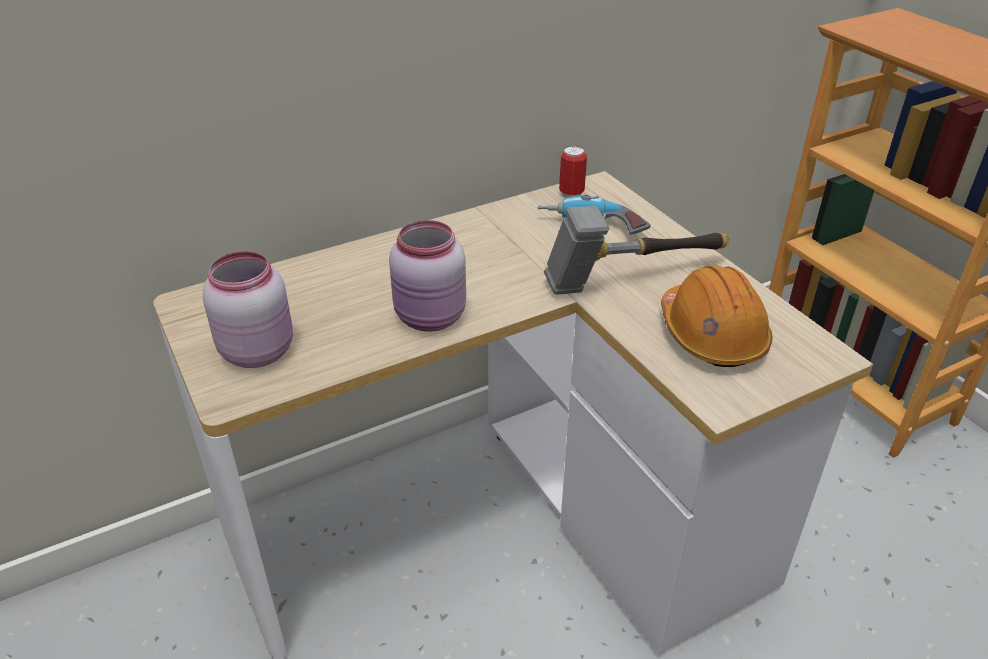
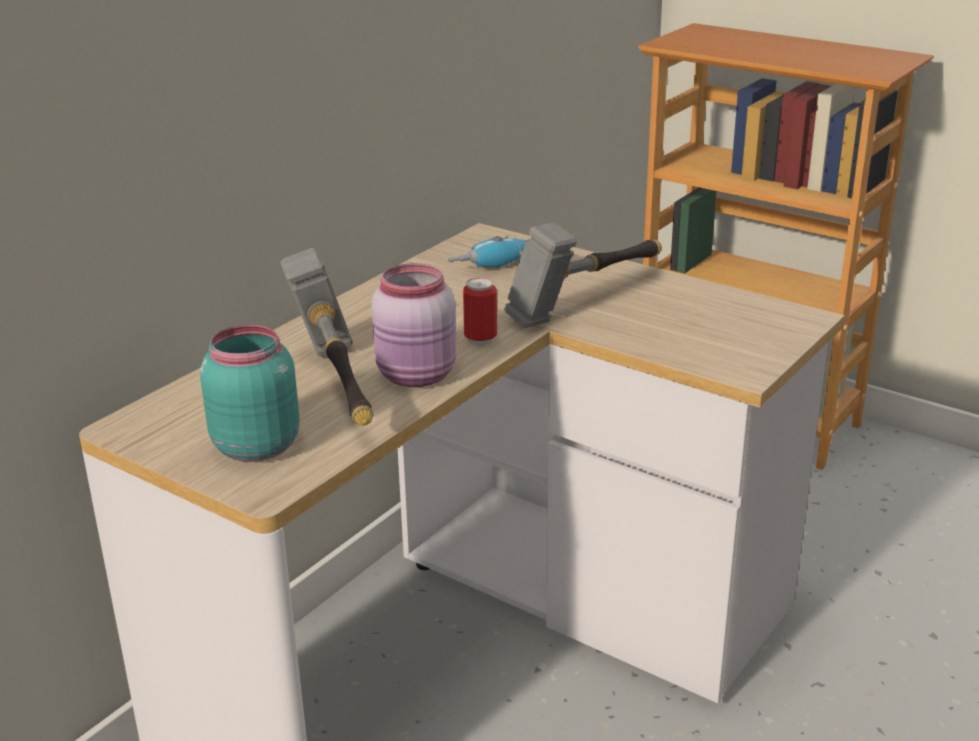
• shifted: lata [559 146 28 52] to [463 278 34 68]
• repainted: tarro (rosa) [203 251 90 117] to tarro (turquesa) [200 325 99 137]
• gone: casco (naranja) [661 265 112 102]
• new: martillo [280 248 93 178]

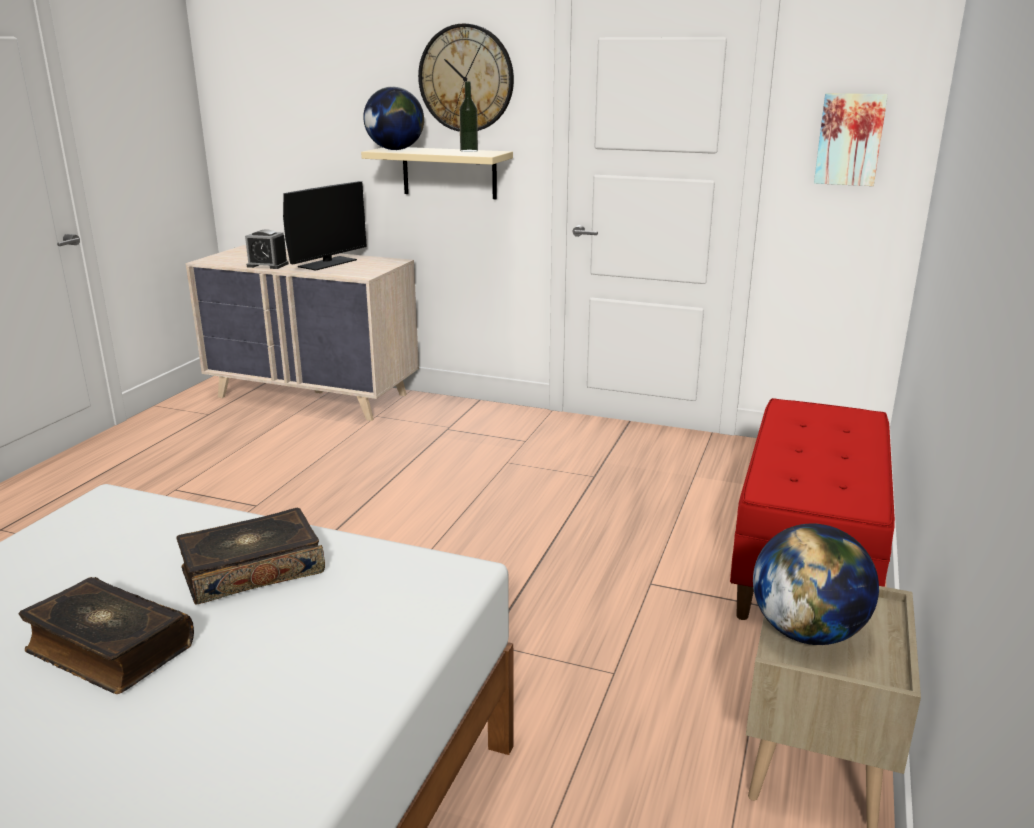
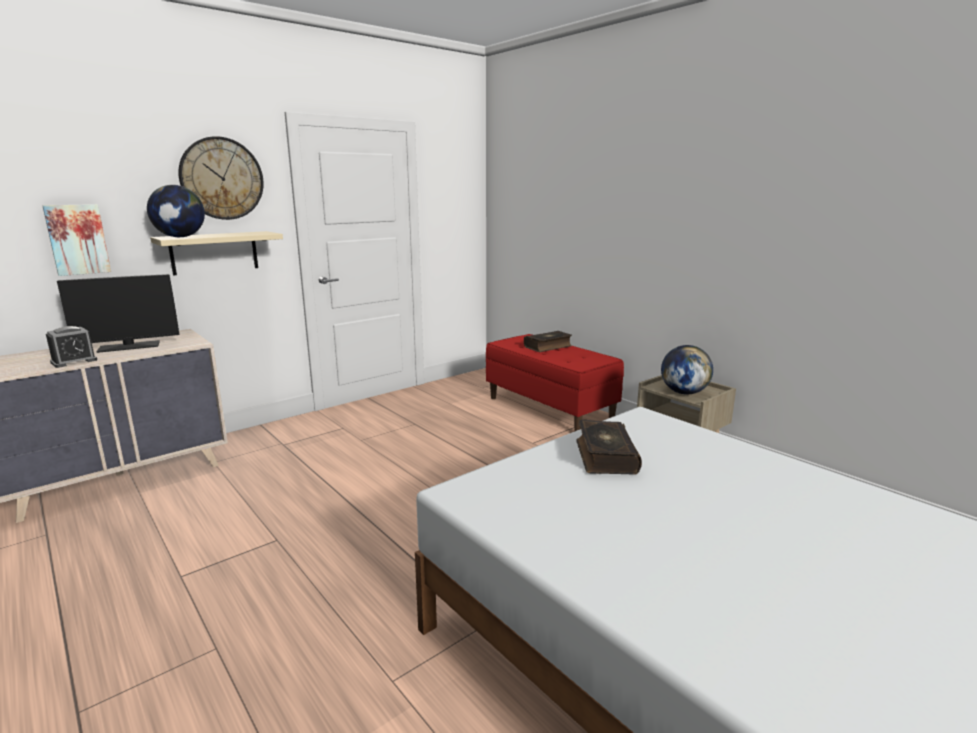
• gone: botella [459 81 19 71]
• shifted: cuadro [814 93 74 93] to [42 204 69 72]
• rotated: monitor [283 181 84 90] = [57 274 122 79] 90 degrees clockwise
• shifted: libro [18 577 176 117] to [524 331 48 21]

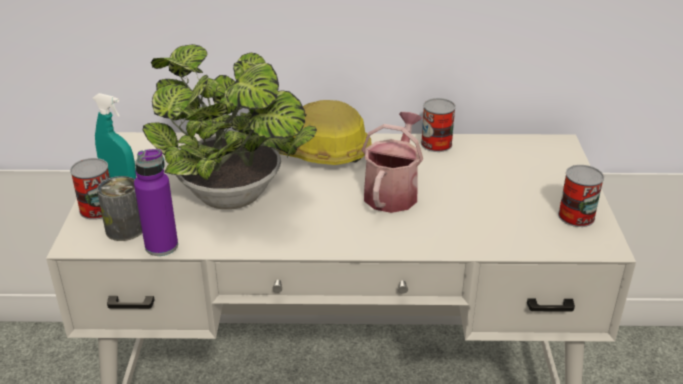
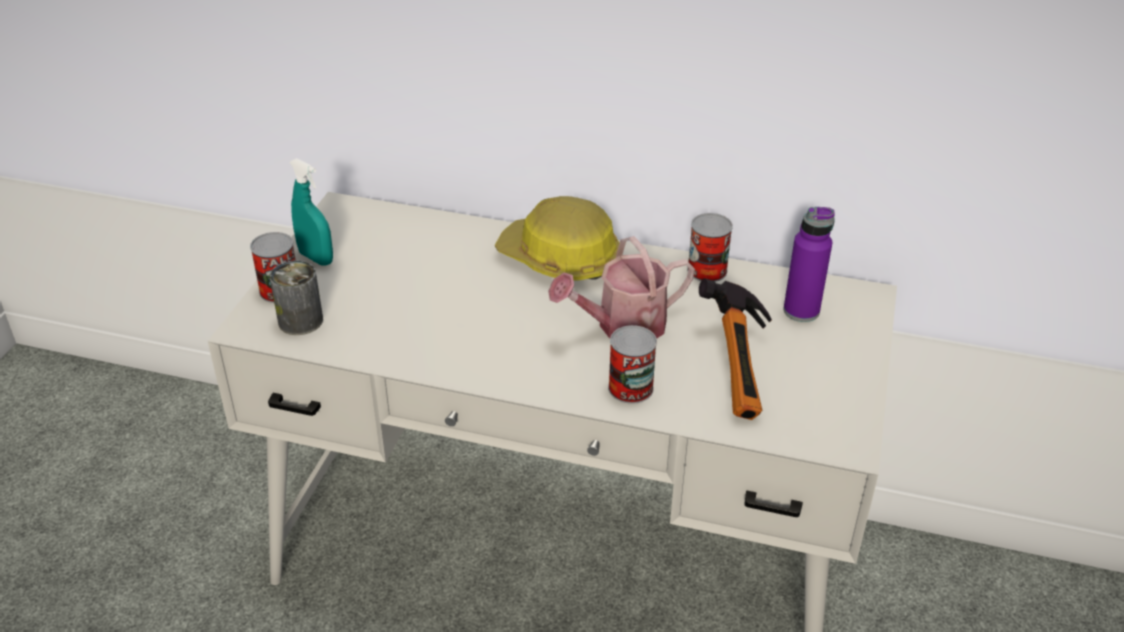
• gone: planta en maceta [143 44 174 166]
• rotated: regadera [362 112 61 101] = [548 236 147 102] 150 degrees counterclockwise
• shifted: botella (morado) [134 149 44 107] to [783 207 52 115]
• shifted: lata [558 165 46 62] to [608 325 49 79]
• new: martillo [699 278 73 142]

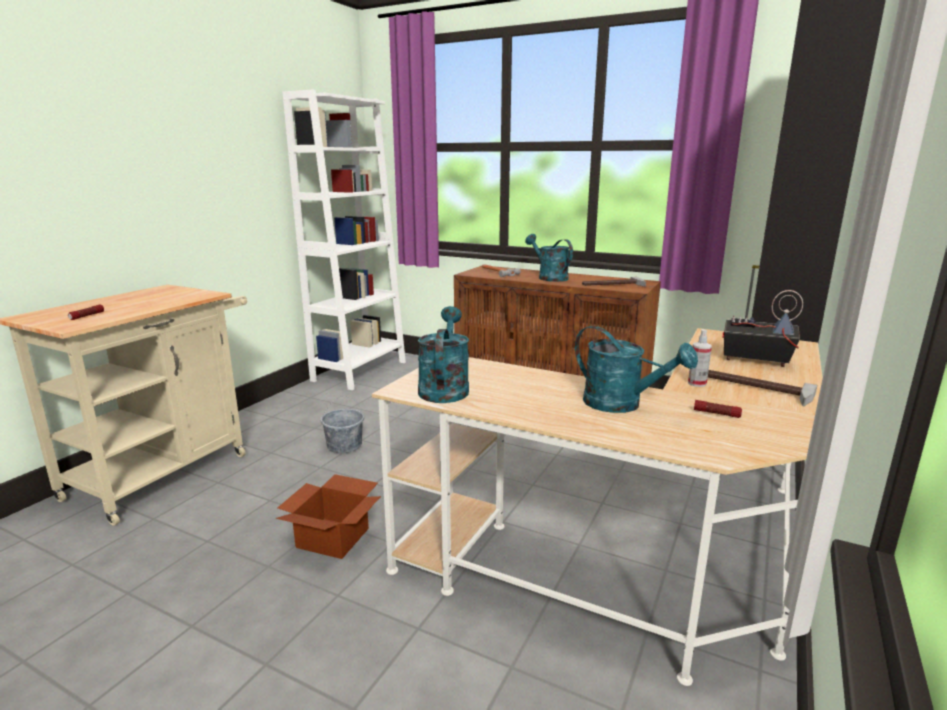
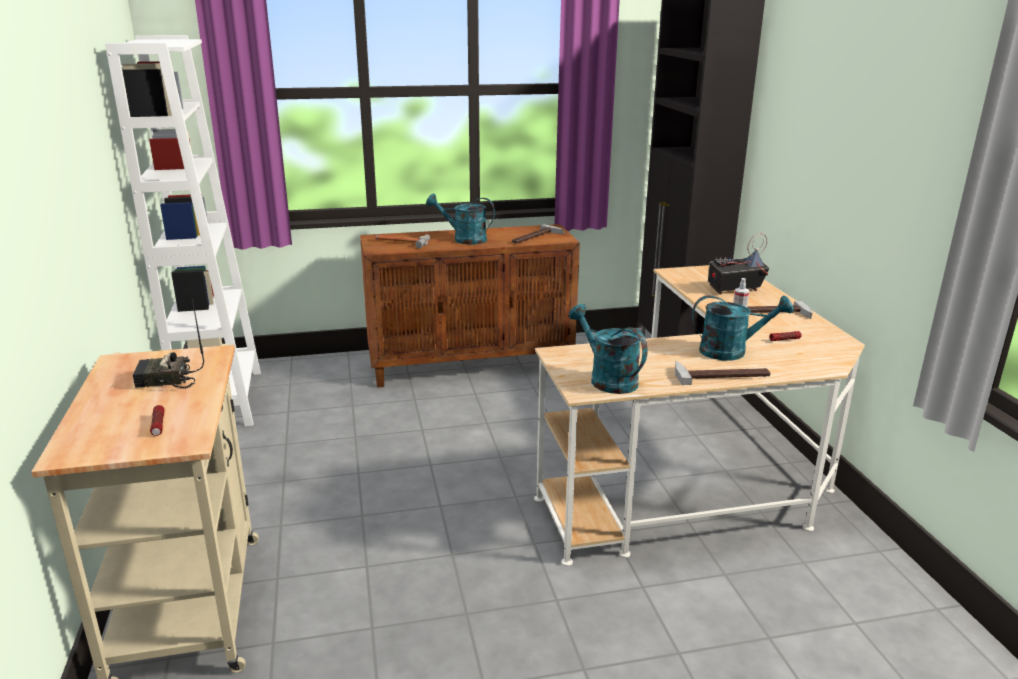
• gone: cubo (gris) [320 396 44 57]
• gone: caja de cartón [275 474 106 85]
• new: radio [133 299 71 90]
• new: martillo [675 361 96 24]

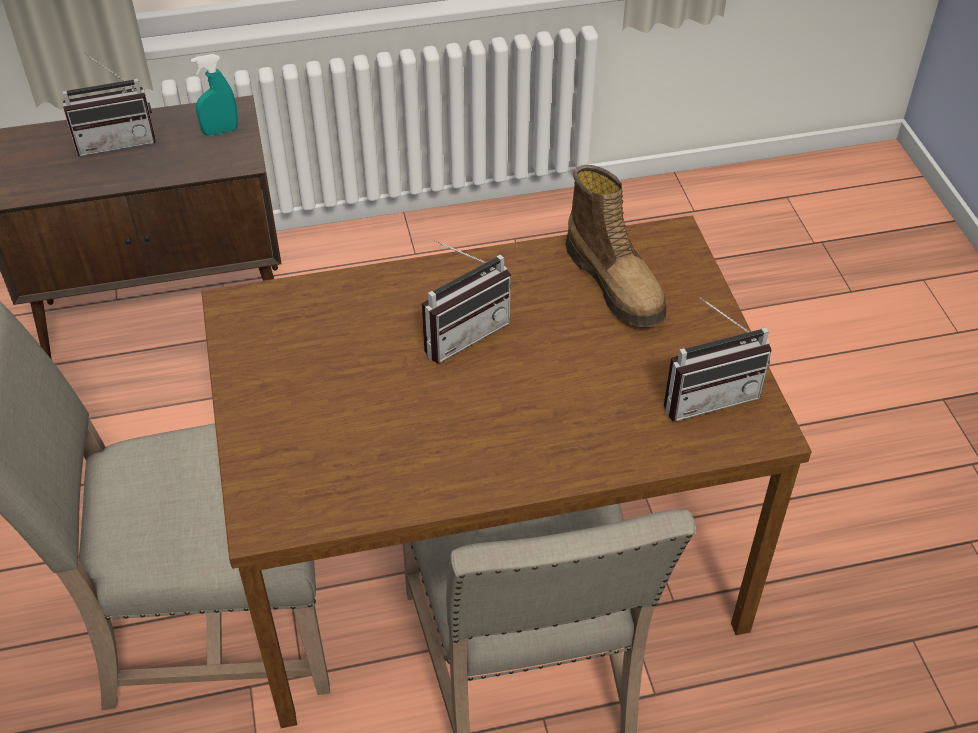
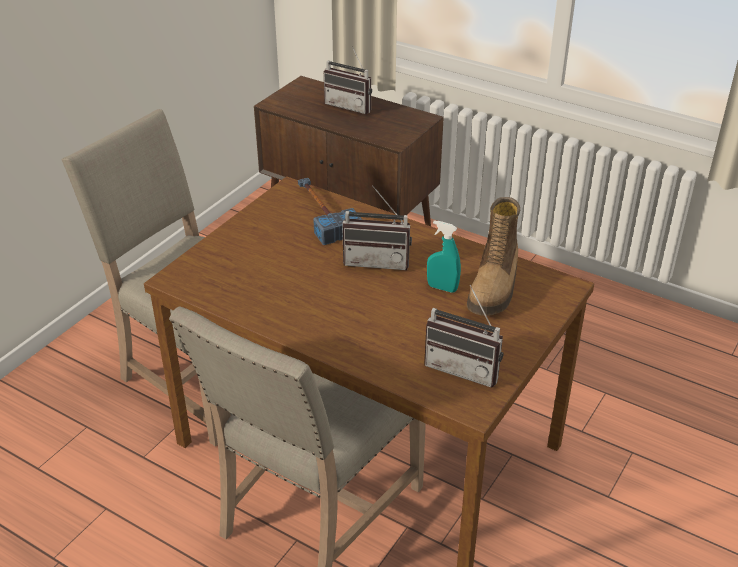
• shifted: pulverizador (turquesa) [191 54 47 82] to [427 220 34 73]
• new: martillo [298 178 64 67]

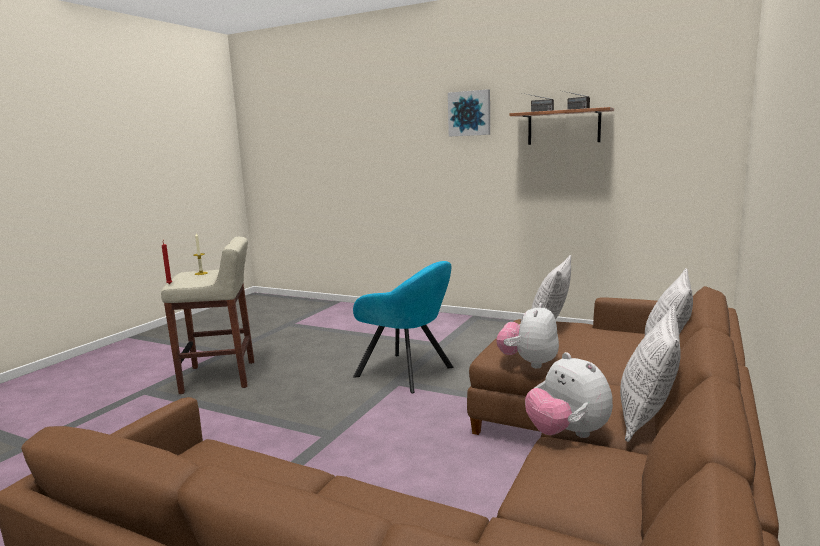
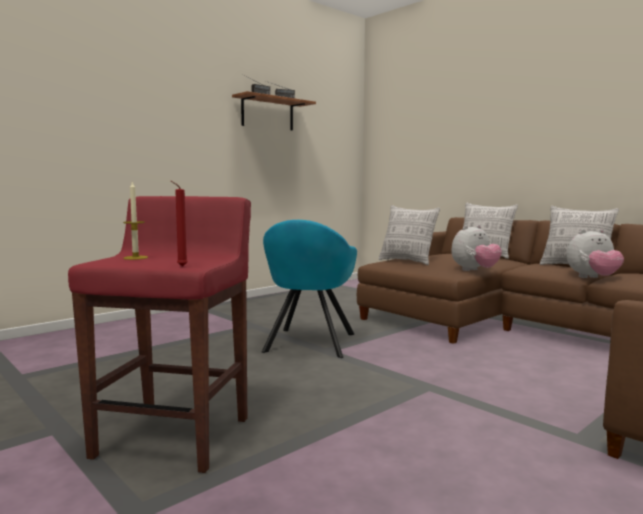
• gone: cuadro [448 89 42 47]
• repainted: taburete (beis) [161 237 94 157] to taburete (rojo) [68 196 183 277]
• rotated: sillón (turquesa) [353 261 101 132] = [262 220 95 138] 135 degrees clockwise
• rotated: peluche [497 303 62 65] = [451 225 51 46] 75 degrees counterclockwise

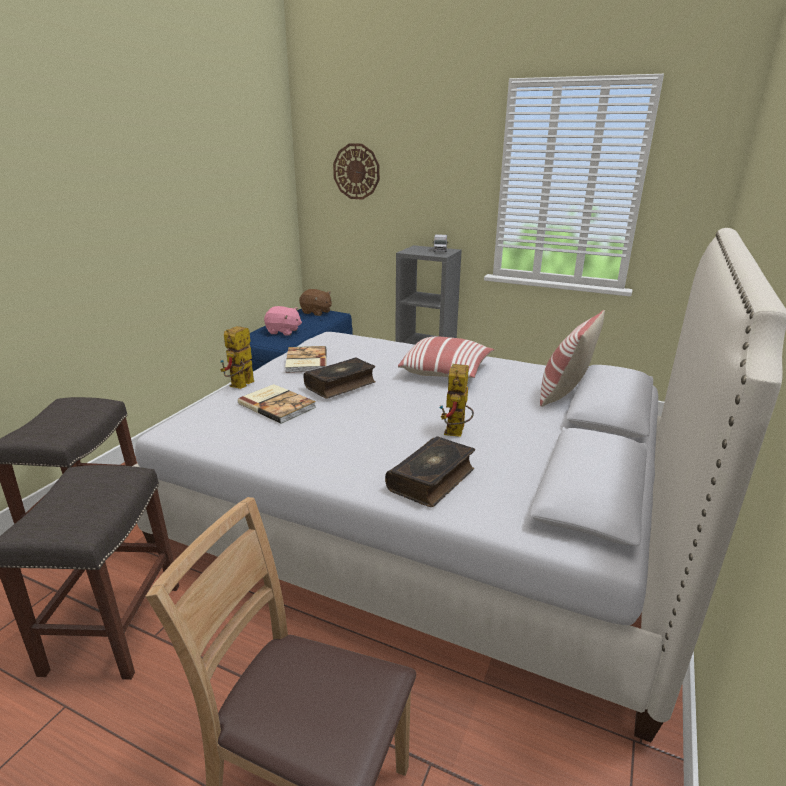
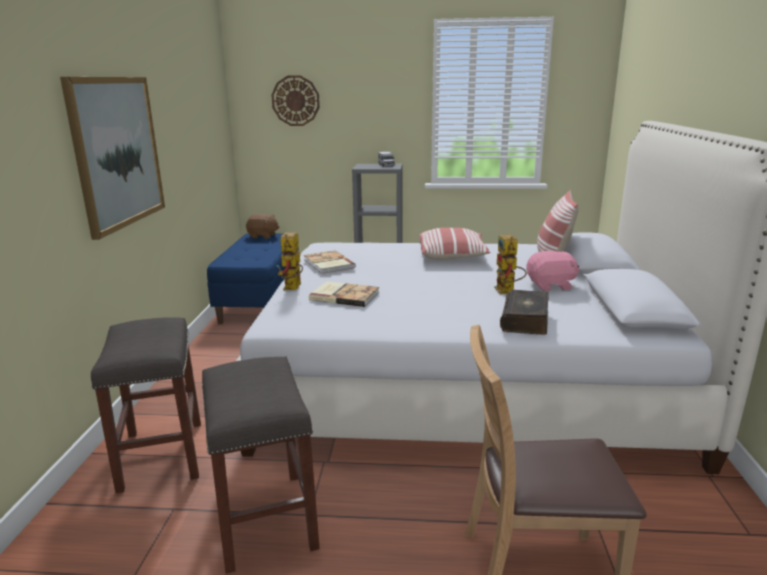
• shifted: peluche (rosa) [264 306 38 30] to [526 251 54 40]
• gone: libro [303 357 73 42]
• new: cuadro [60 77 105 163]

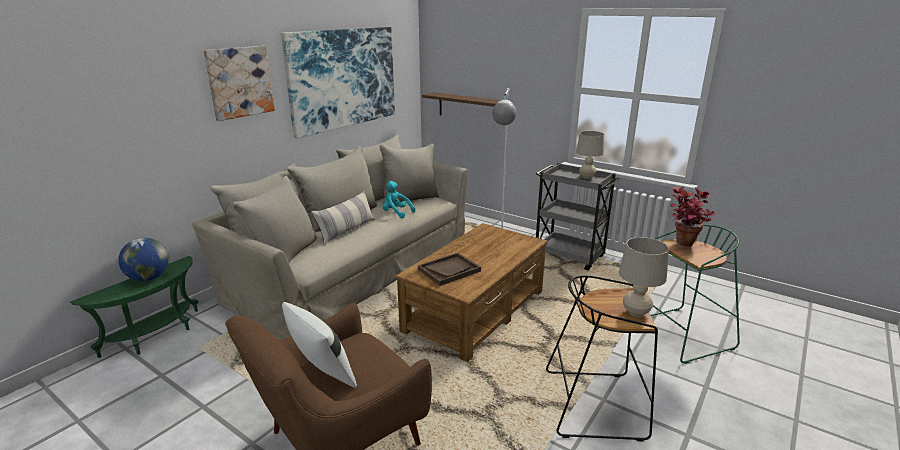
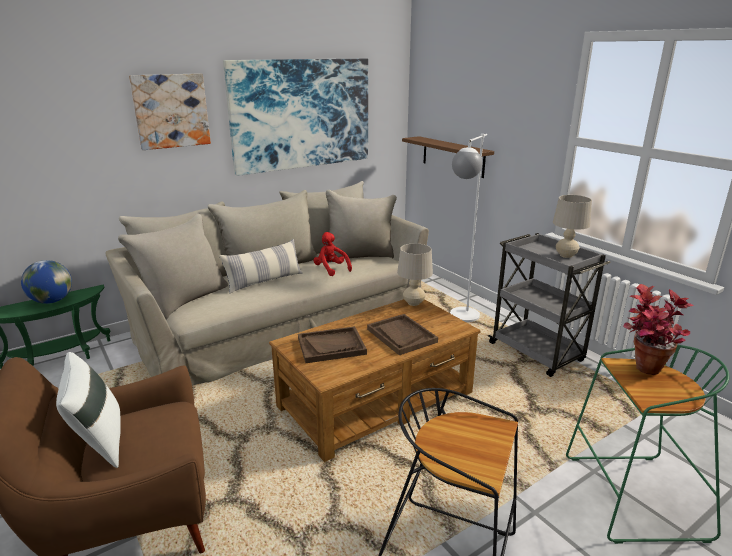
• repainted: peluche (turquesa) [382 181 33 37] to peluche (rojo) [313 232 39 44]
• shifted: lámpara de mesa (beis) [619 237 50 80] to [397 243 36 63]
• new: bandeja (marrón) [367 314 71 41]

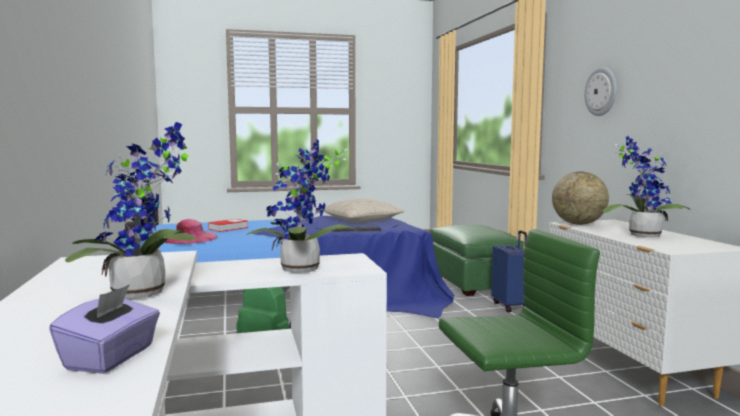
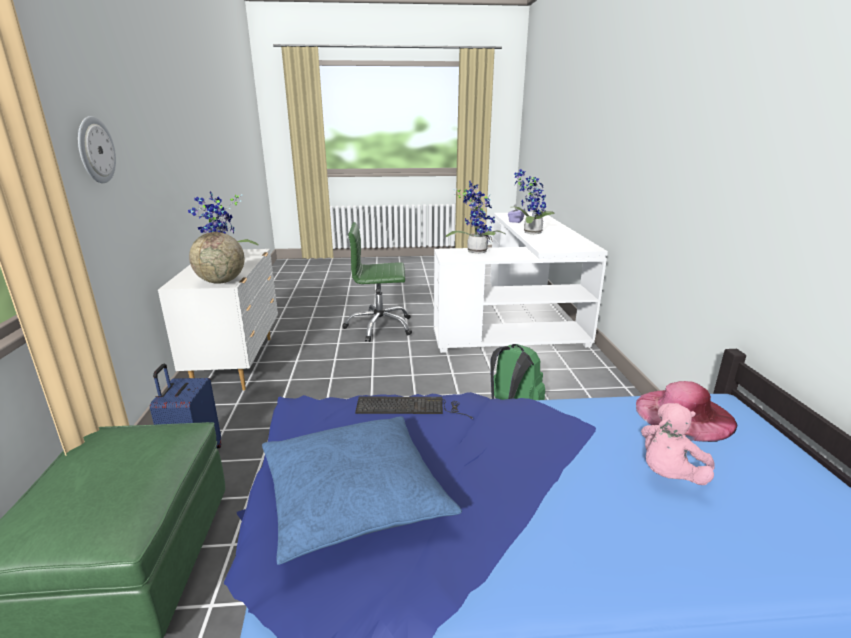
• repainted: cojín (beis) [323 199 81 24] to cojín (azul) [262 416 200 149]
• swapped: libro [208 219 40 13] to peluche (rosa) [641 403 74 82]

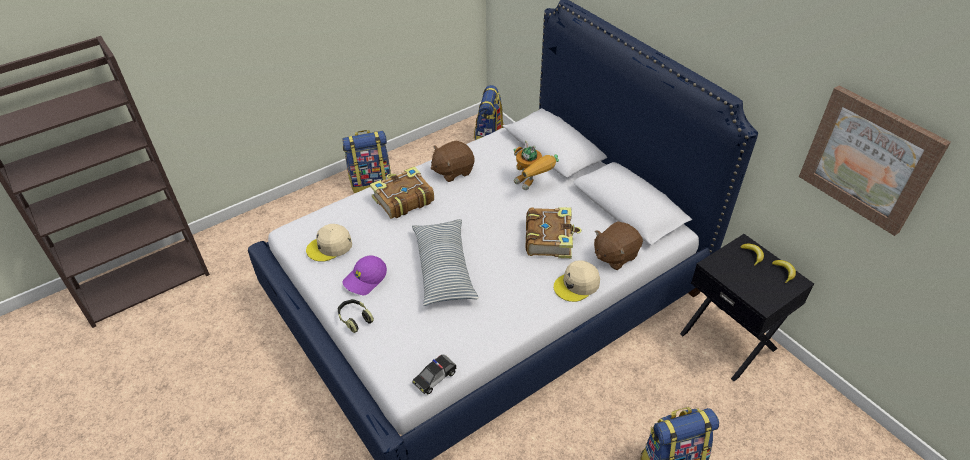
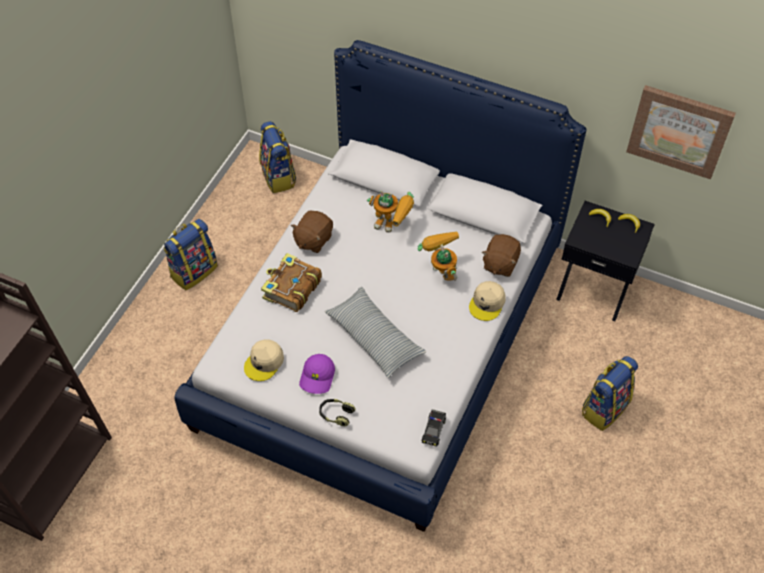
• swapped: libro [526 207 56 52] to robot de juguete [418 231 41 50]

